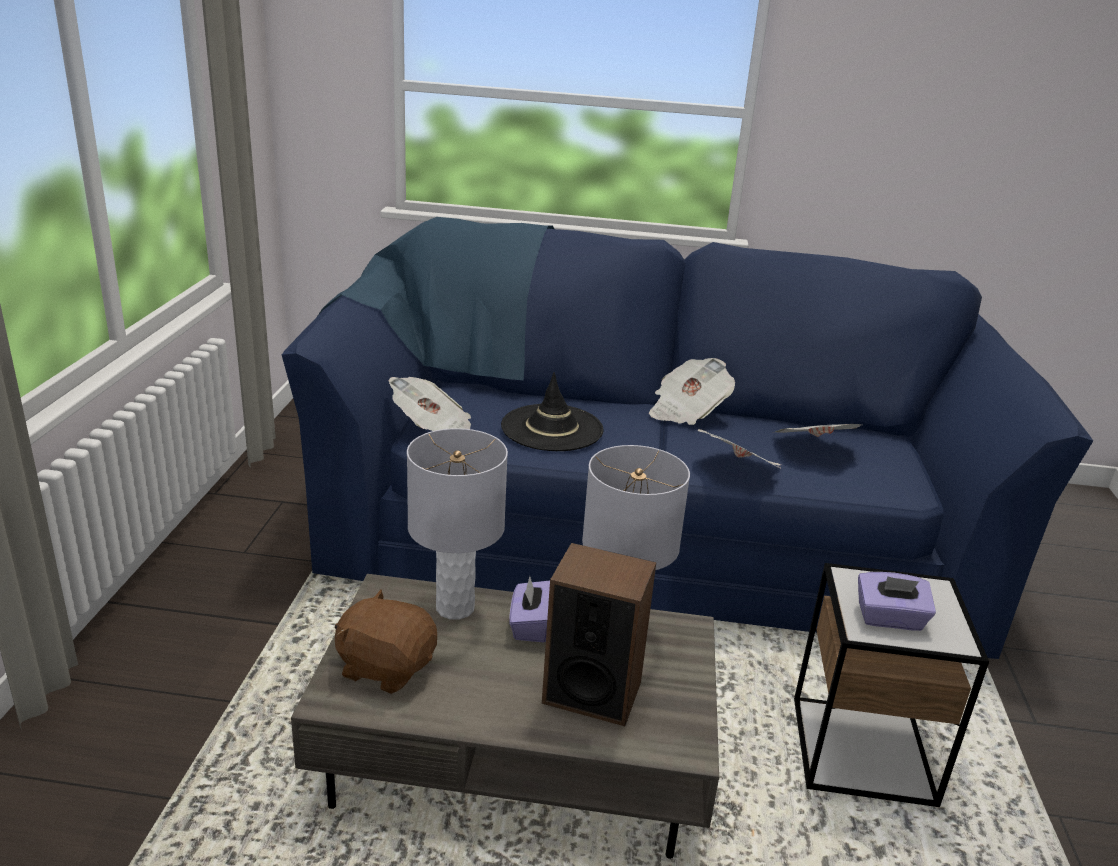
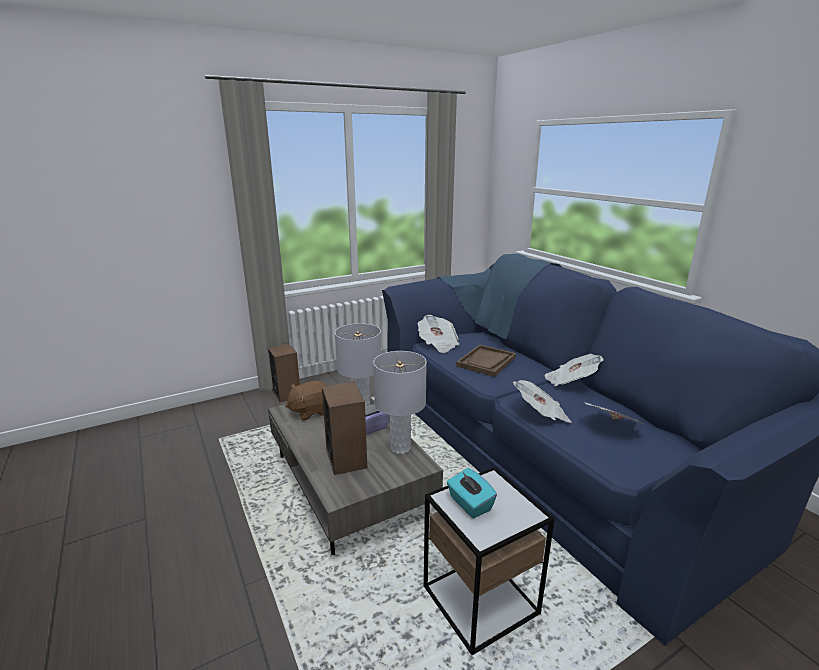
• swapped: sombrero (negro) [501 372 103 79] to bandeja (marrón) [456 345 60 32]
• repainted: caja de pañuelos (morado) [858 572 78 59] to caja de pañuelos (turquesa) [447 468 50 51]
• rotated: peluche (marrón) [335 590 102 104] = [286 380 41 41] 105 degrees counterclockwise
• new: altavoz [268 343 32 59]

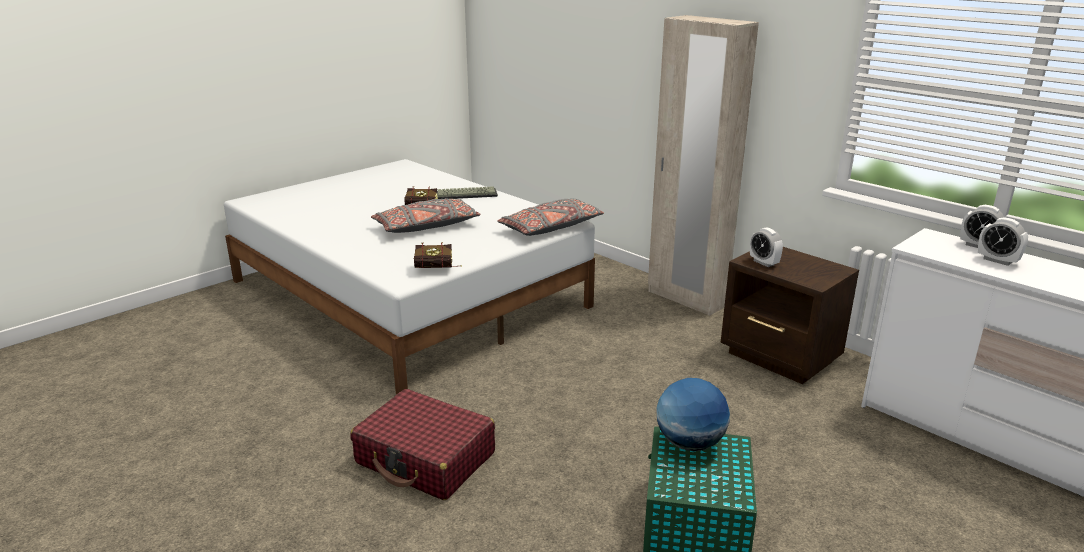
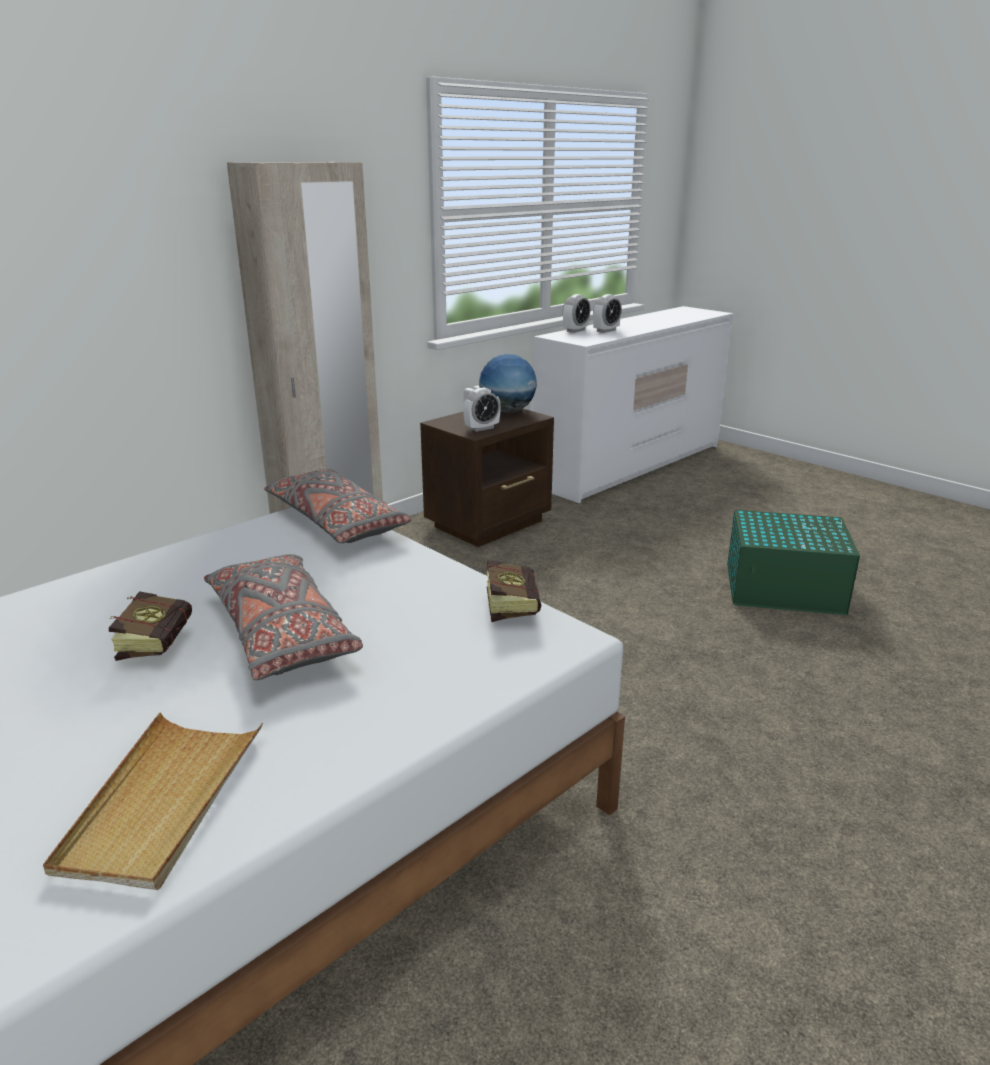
• gone: teclado [437 186 61 13]
• shifted: globo terráqueo [656 378 74 74] to [479 354 58 59]
• gone: maleta (rojo) [350 389 145 111]
• new: bandeja (beis) [43 712 220 178]

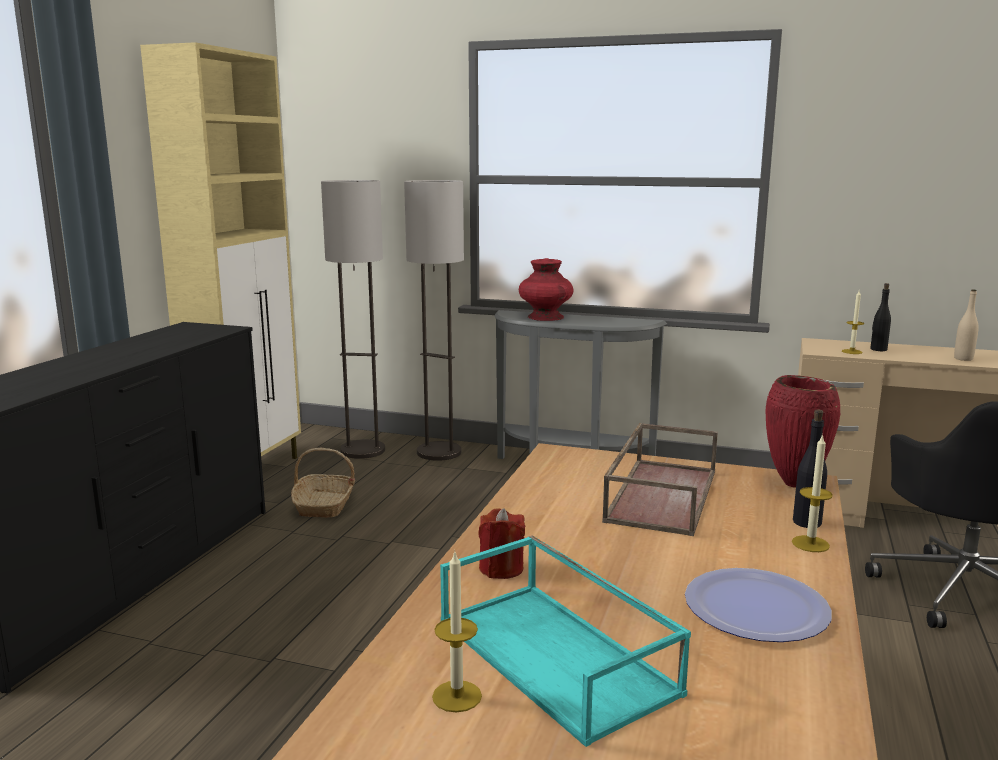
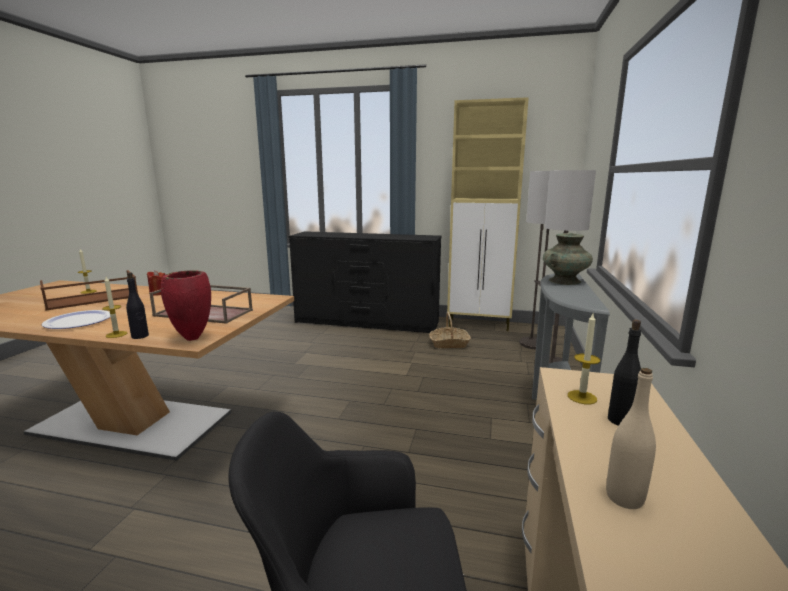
• repainted: florero (rojo) [519 258 54 63] to florero (turquesa) [543 233 50 52]
• repainted: bandeja (turquesa) [440 535 251 212] to bandeja (marrón) [40 270 99 41]

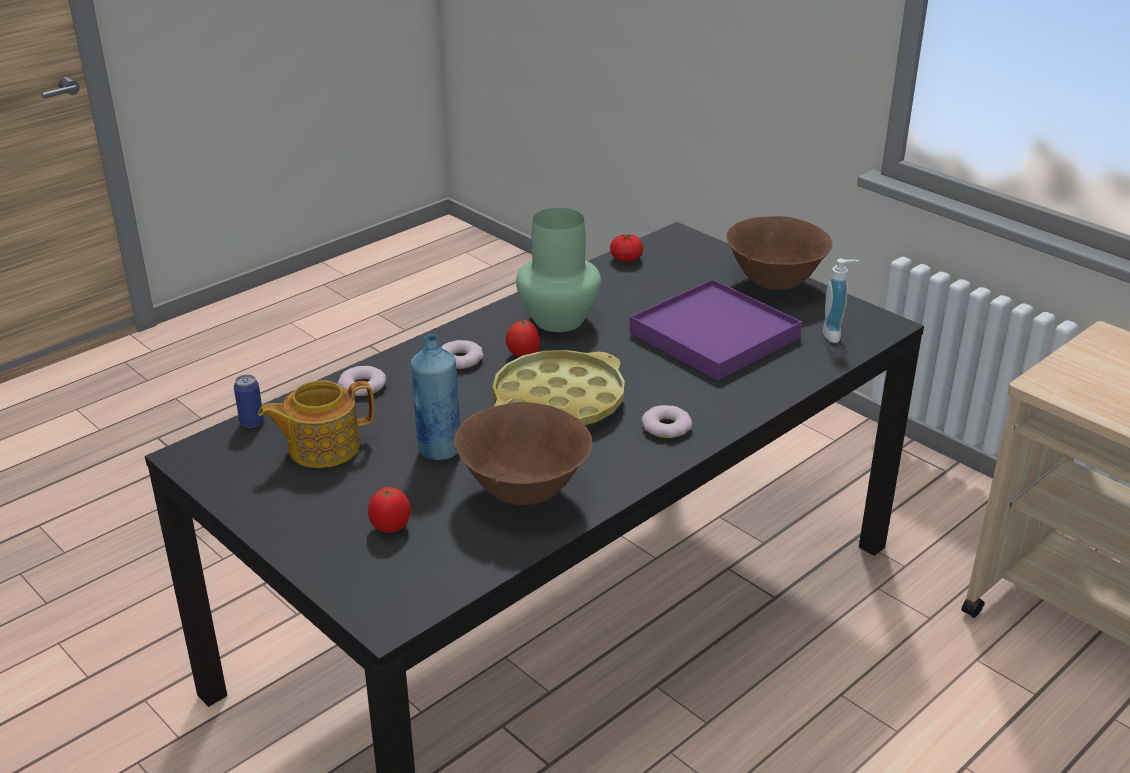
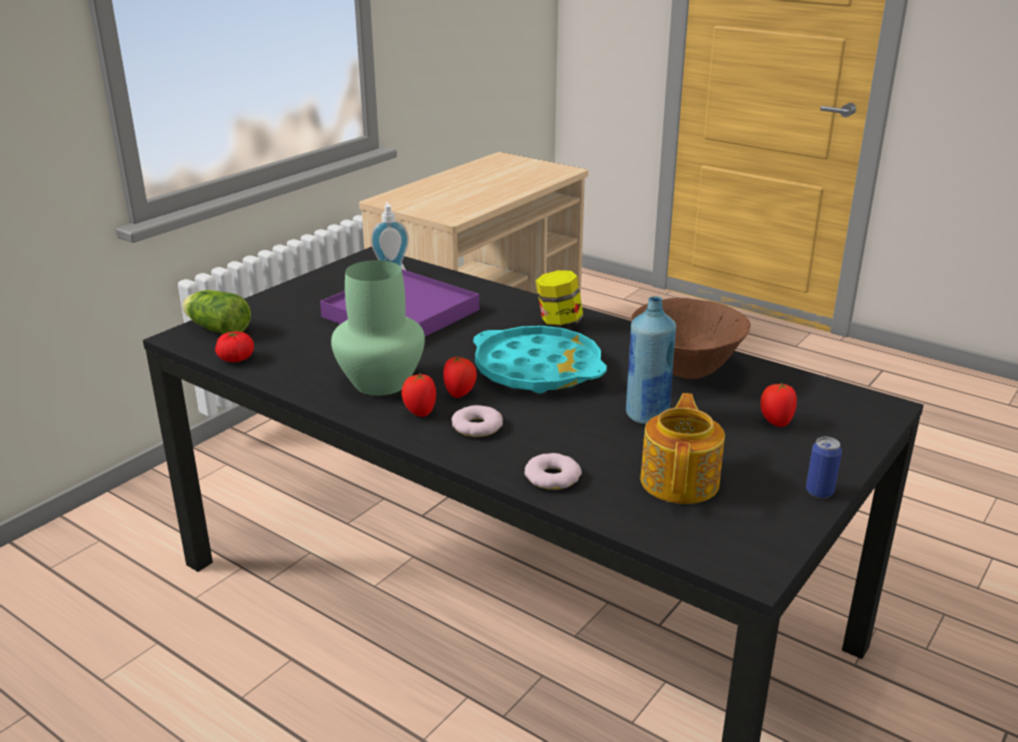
• gone: cuenco (marrón) [726 216 107 74]
• repainted: bandeja (amarillo) [493 350 132 75] to bandeja (turquesa) [473 326 134 67]
• shifted: lata [234 374 30 54] to [806 437 36 61]
• rotated: tetera [258 380 117 88] = [640 393 85 111] 135 degrees counterclockwise
• swapped: rosquilla [641 405 51 33] to tarro [536 270 48 59]
• new: lechuga [182 290 69 44]
• new: tomate [402 373 34 44]

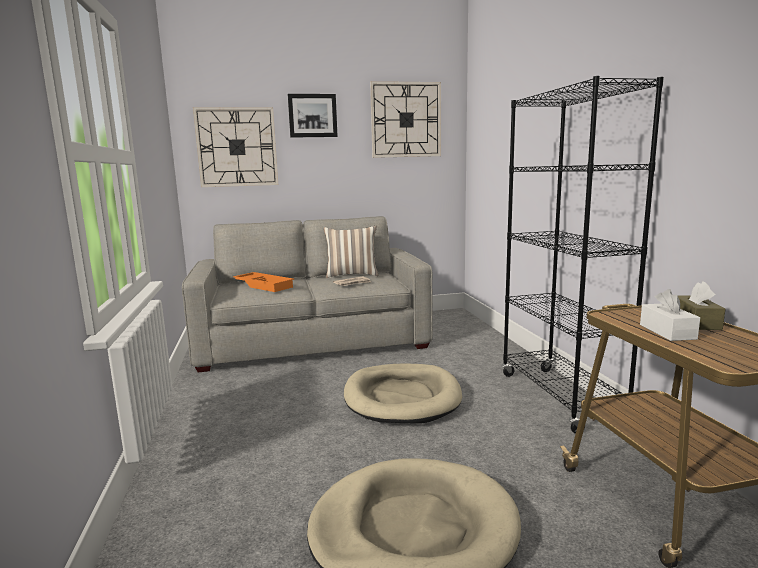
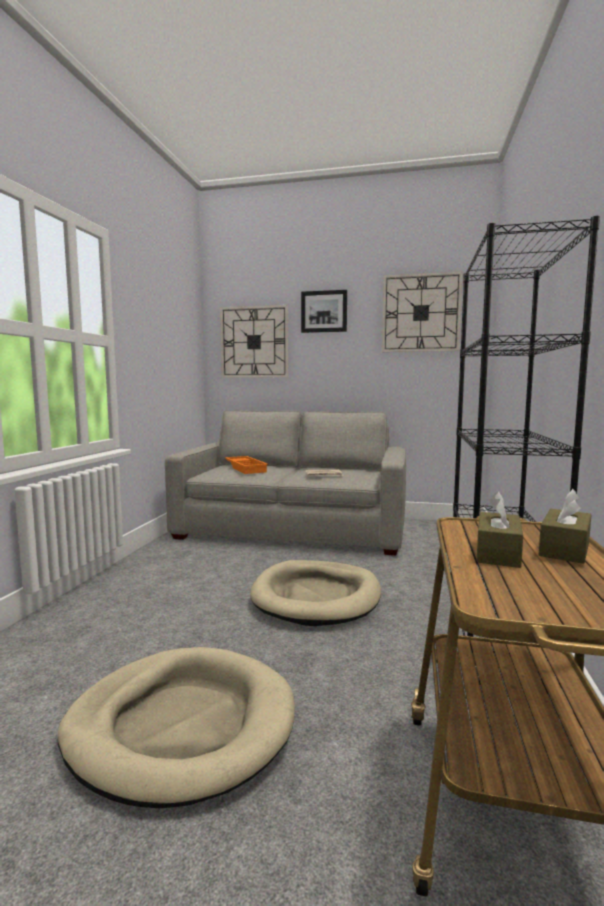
• gone: cojín [324 226 55 52]
• repainted: caja de pañuelos (blanco) [640 289 60 52] to caja de pañuelos (marrón) [477 491 46 77]

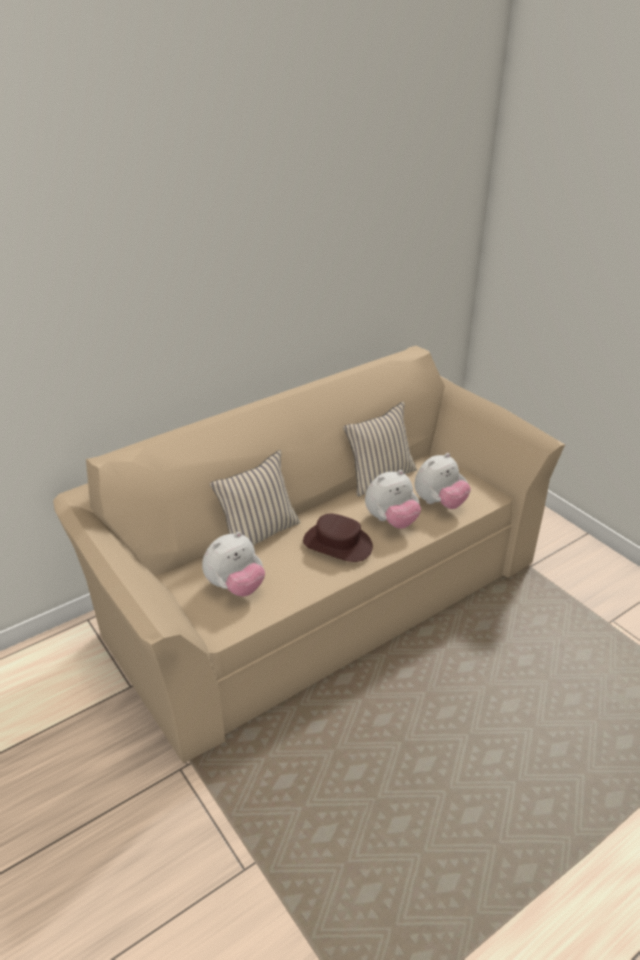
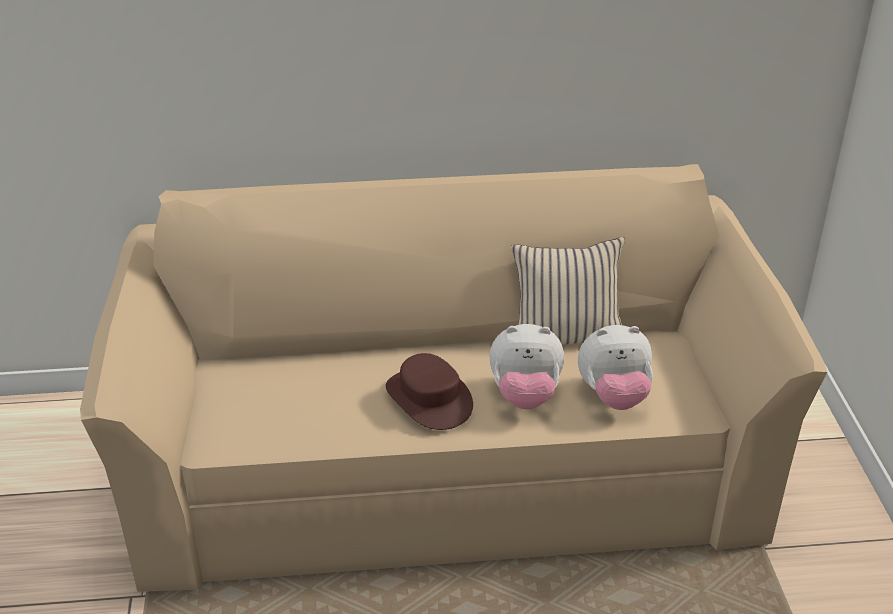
• gone: cojín (beis) [210 450 90 96]
• gone: peluche [202 532 63 65]

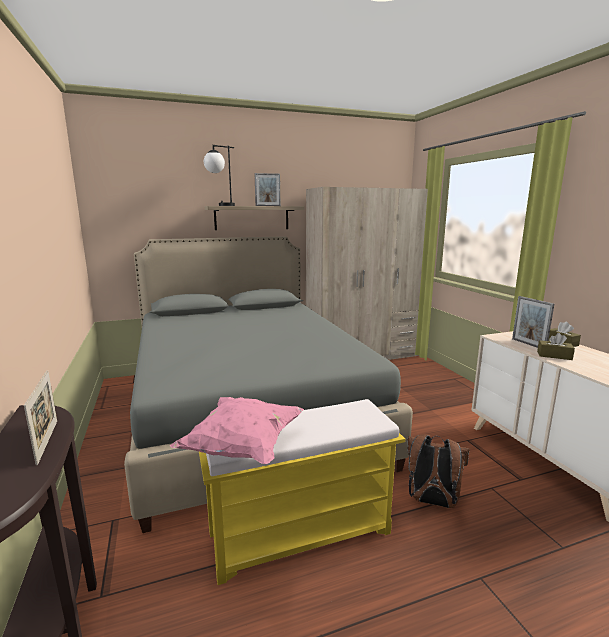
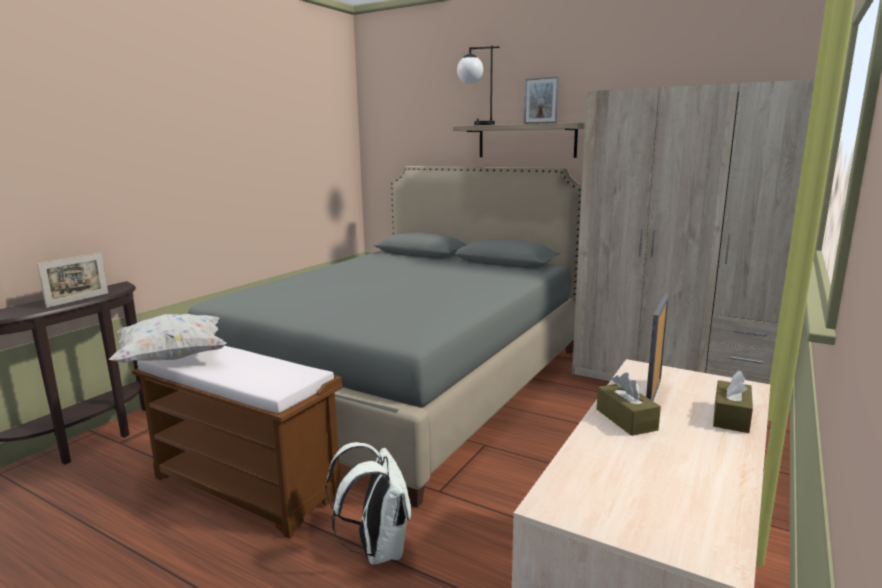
• repainted: cojín (rosa) [170 397 134 67] to cojín (blanco) [109 314 117 49]
• repainted: banco (amarillo) [199 399 206 186] to banco (marrón) [132 346 211 193]
• repainted: mochila (marrón) [407 434 62 74] to mochila (blanco) [325 442 86 123]

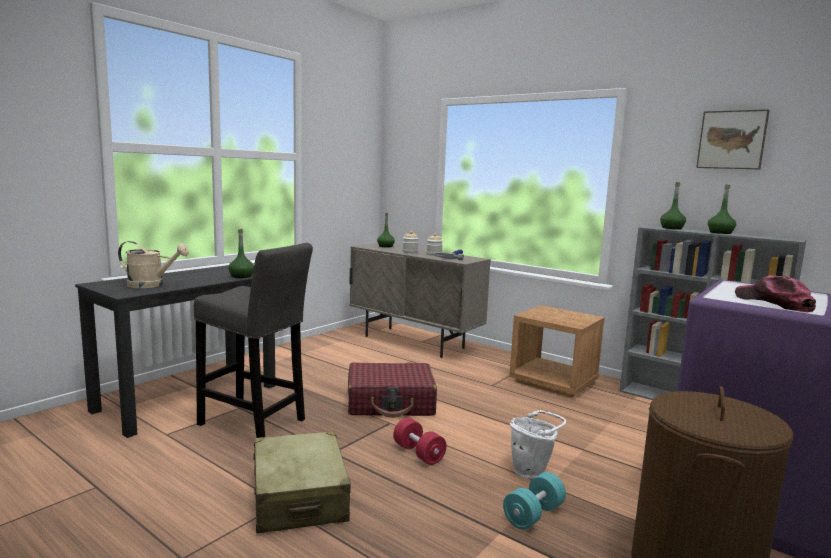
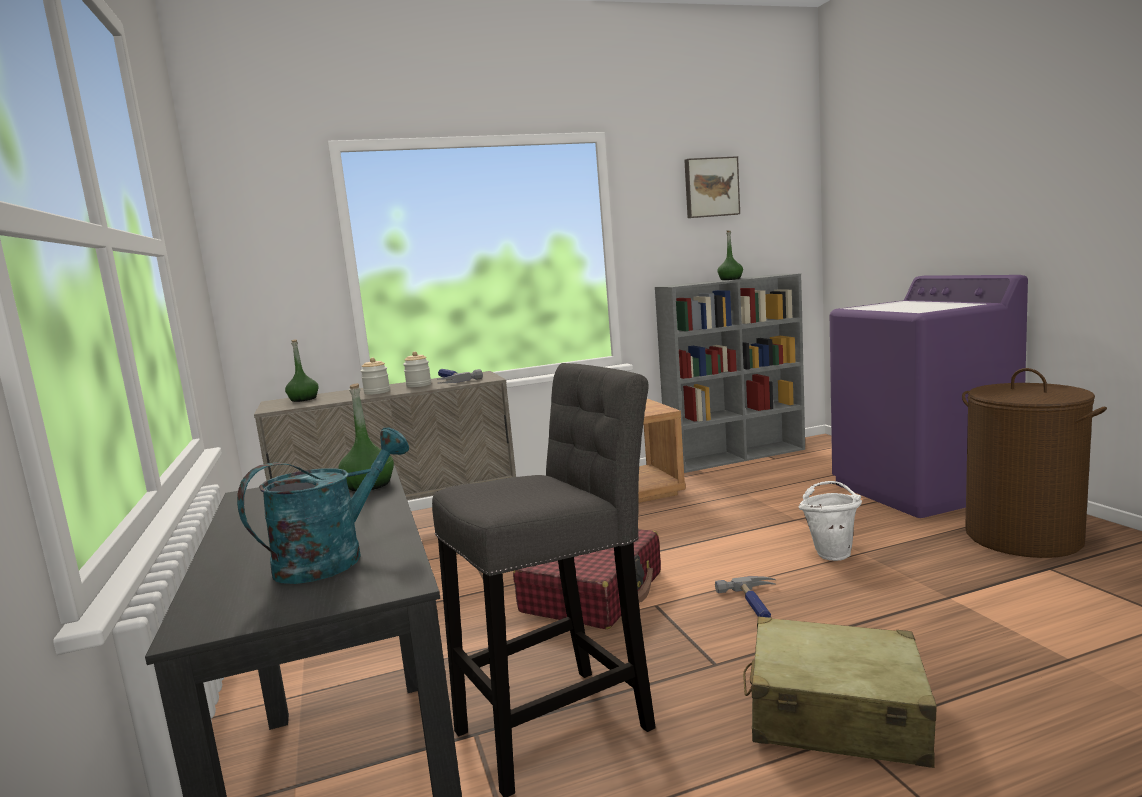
• gone: botella (verde) [660 182 26 47]
• repainted: regadera (beis) [118 241 71 47] to regadera (turquesa) [237 427 172 157]
• gone: gorra [735 275 81 37]
• swapped: mancuerna (rojo) [393 418 54 47] to martillo [715 576 61 41]
• gone: mancuerna (turquesa) [503 472 63 58]

